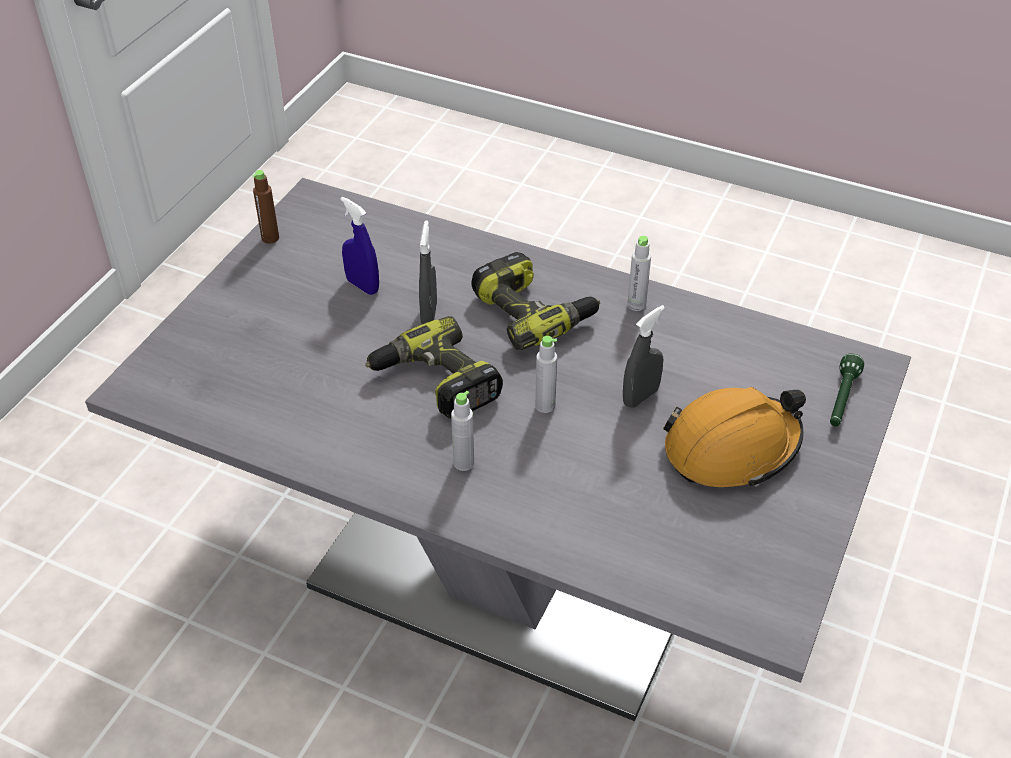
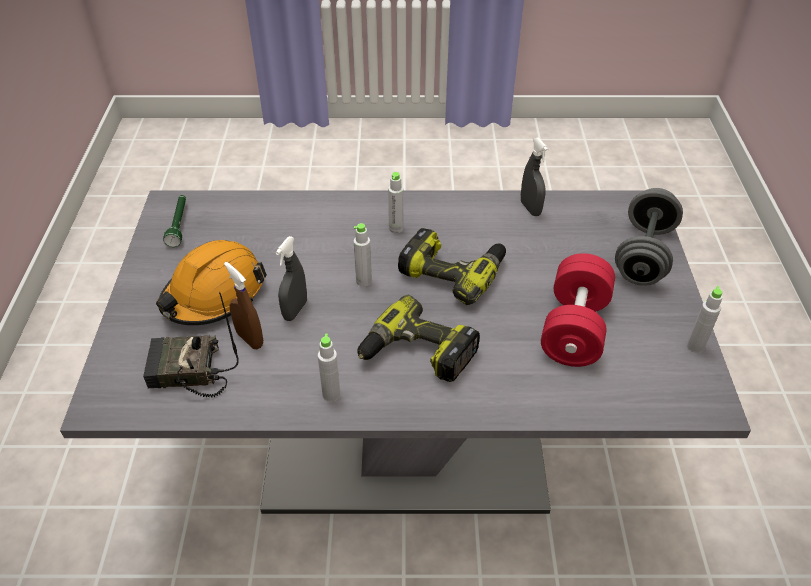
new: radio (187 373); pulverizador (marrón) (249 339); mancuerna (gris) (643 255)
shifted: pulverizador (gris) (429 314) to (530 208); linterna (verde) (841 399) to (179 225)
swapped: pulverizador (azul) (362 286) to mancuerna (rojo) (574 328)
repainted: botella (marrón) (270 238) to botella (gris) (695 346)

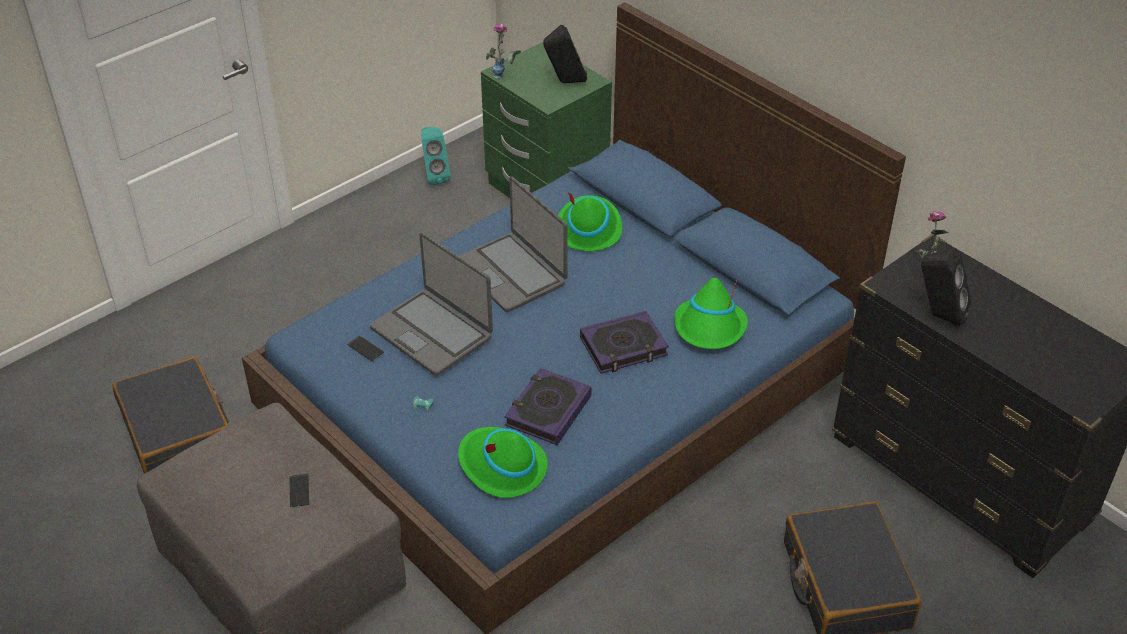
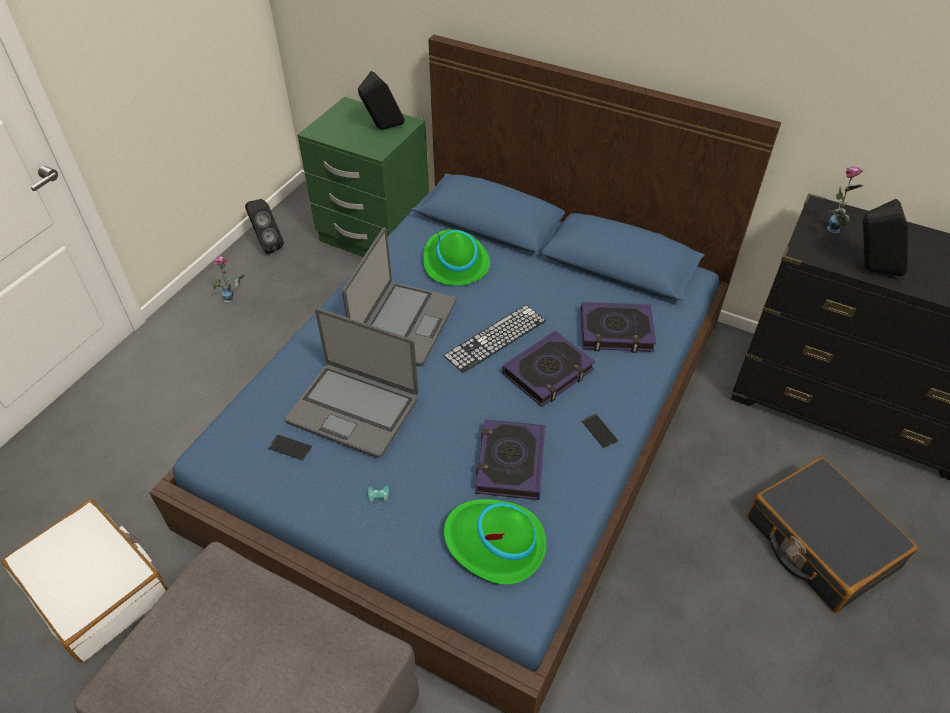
new: teclado (495 338)
shifted: móvil (299 490) to (599 431); florero (504 78) to (235 300)
swapped: sombrero (verde) (710 328) to libro (616 332)
repainted: maleta (negro) (178 432) to maleta (blanco) (96 587); altavoz (turquesa) (434 176) to altavoz (negro) (266 246)
rotated: portátil (511 273) = (403 324) 105 degrees counterclockwise

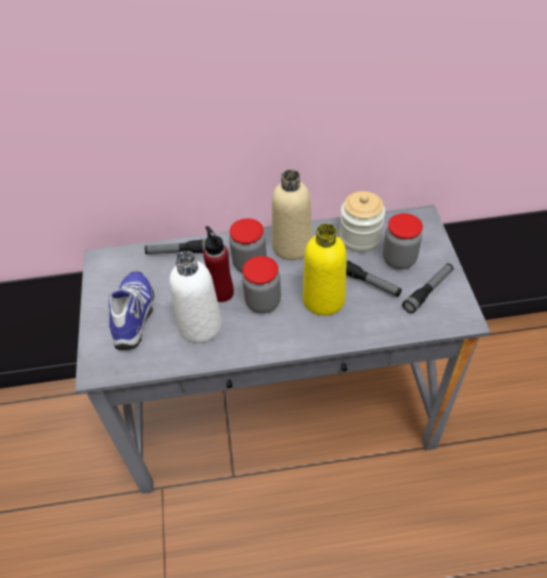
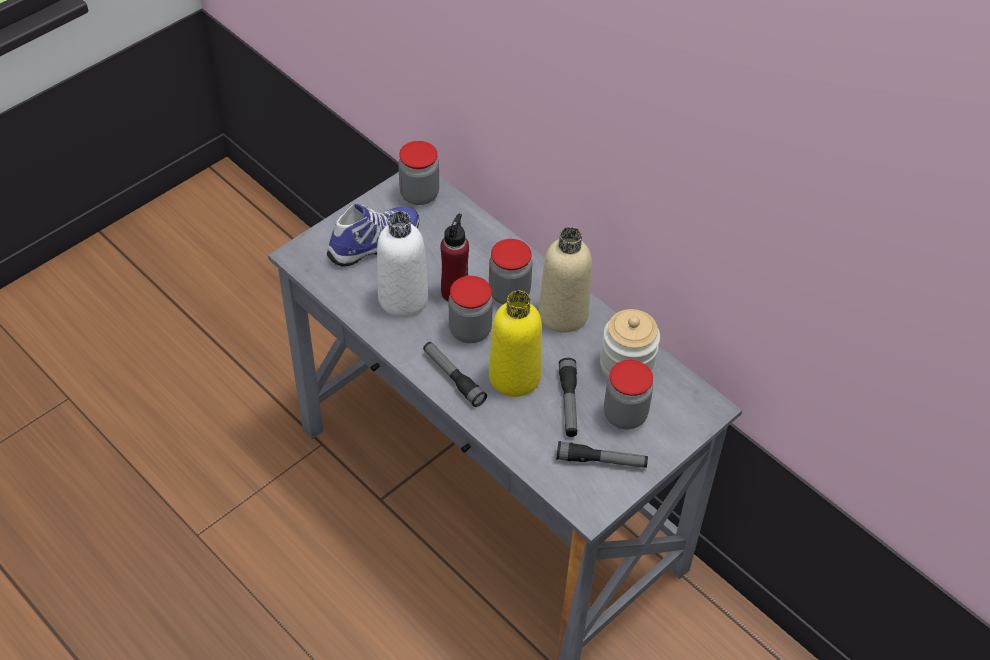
new: tarro (419 194)
shifted: linterna (179 252) to (453 378)

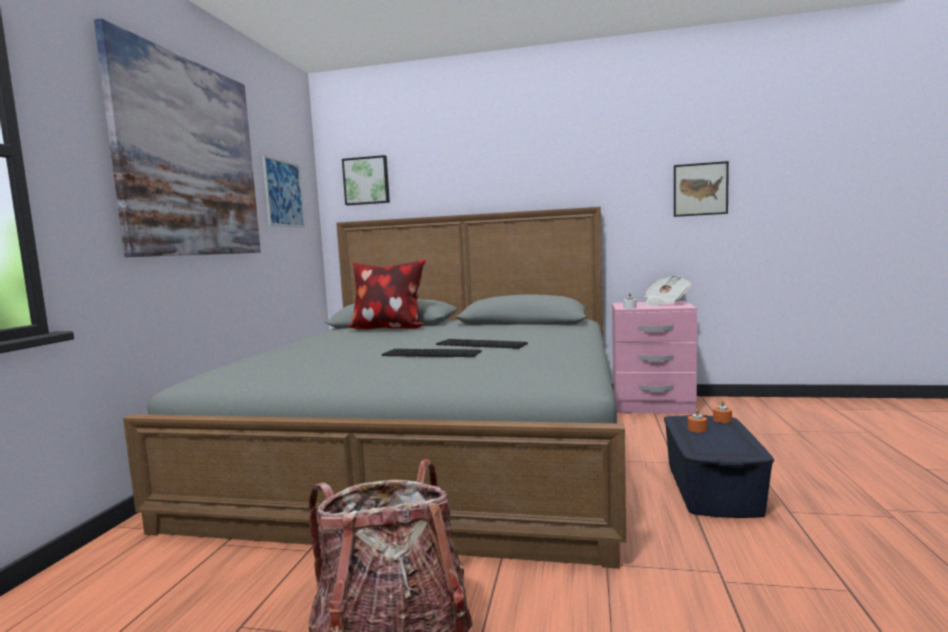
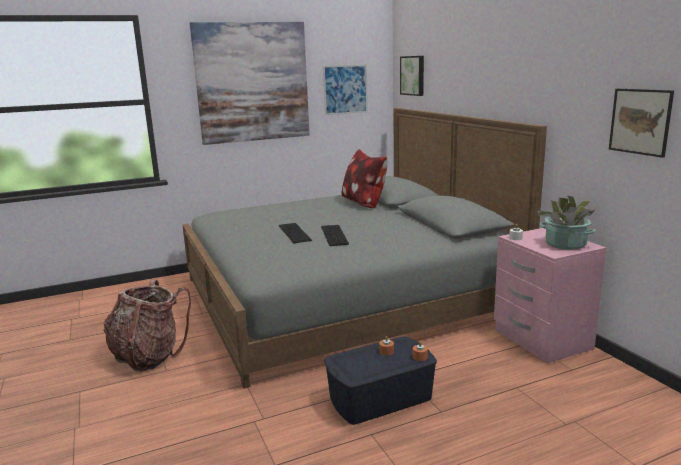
swapped: periódico (665 303) to planta en maceta (565 244)

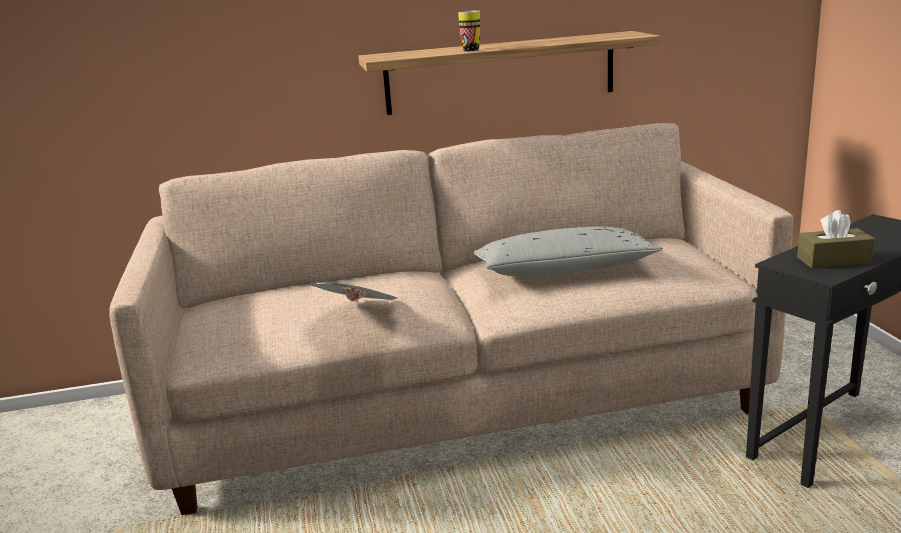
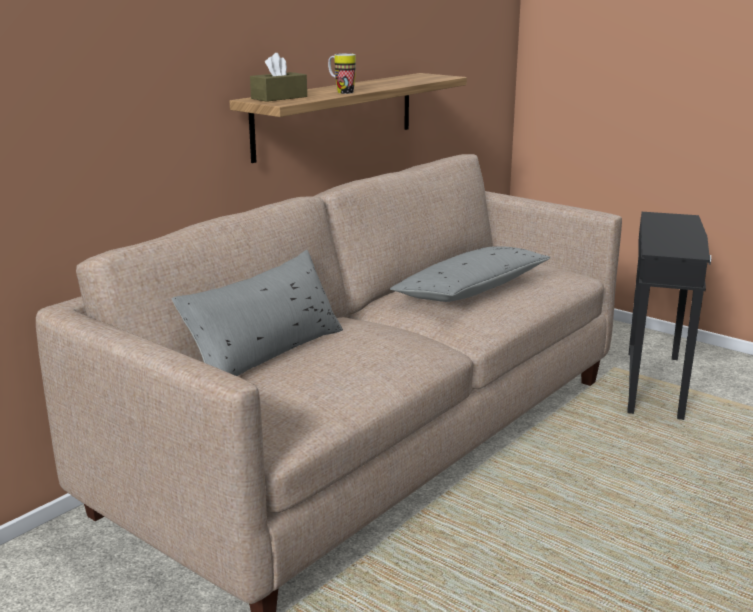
gone: periódico (359 316)
new: cojín (gris) (266 354)
shifted: caja de pañuelos (marrón) (833 260) to (279 97)

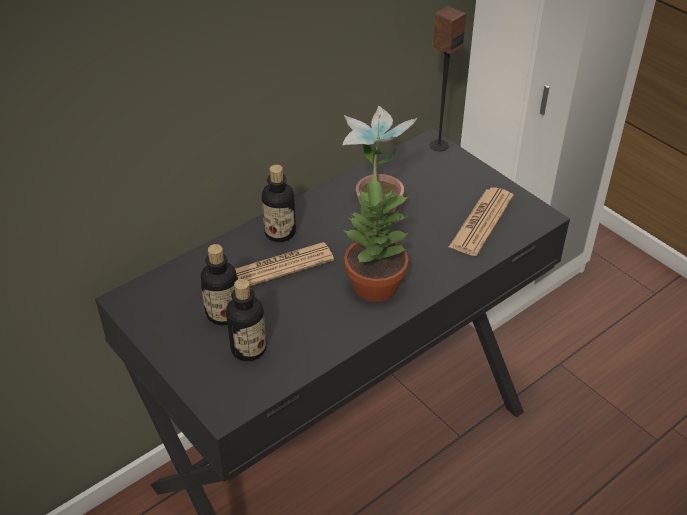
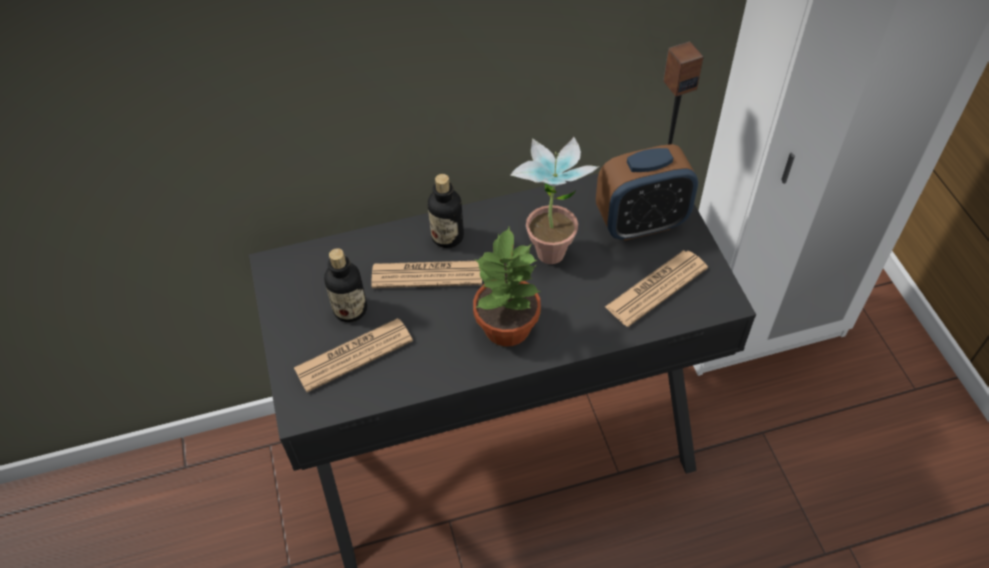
new: despertador (641 223)
swapped: botella (248 349) to periódico (353 355)

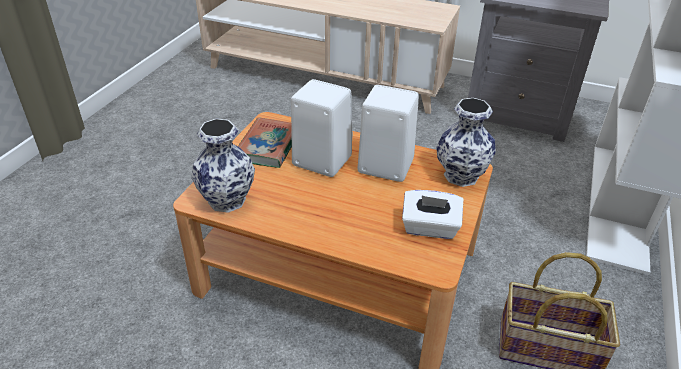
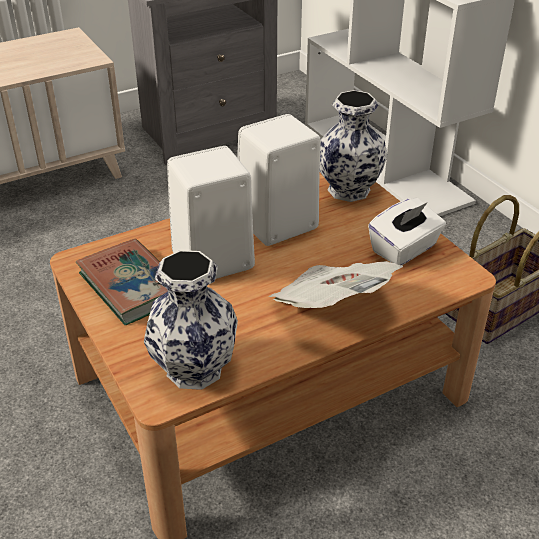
new: periódico (332 307)

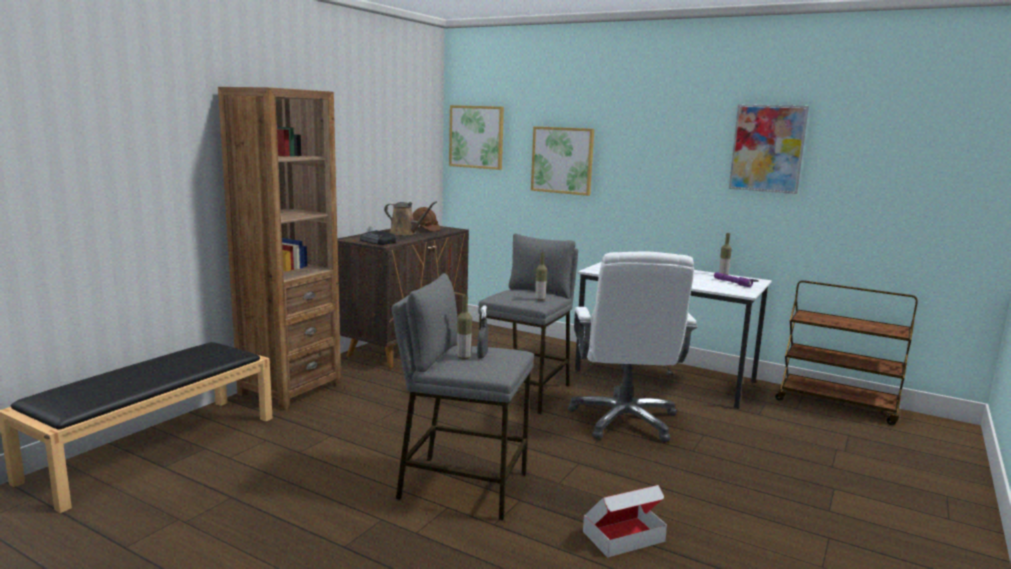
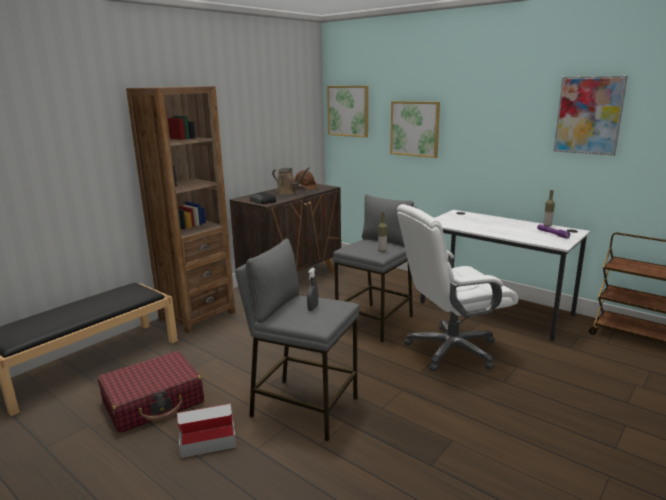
gone: botella (464 358)
new: maleta (rojo) (153 402)
shifted: caja de cartón (623 536) to (208 440)
rotated: silla de oficina (blanco) (624 420) = (451 350) 60 degrees clockwise

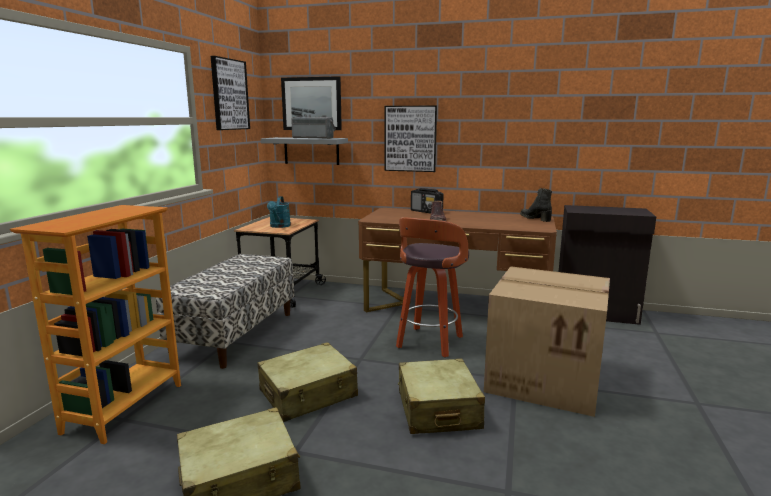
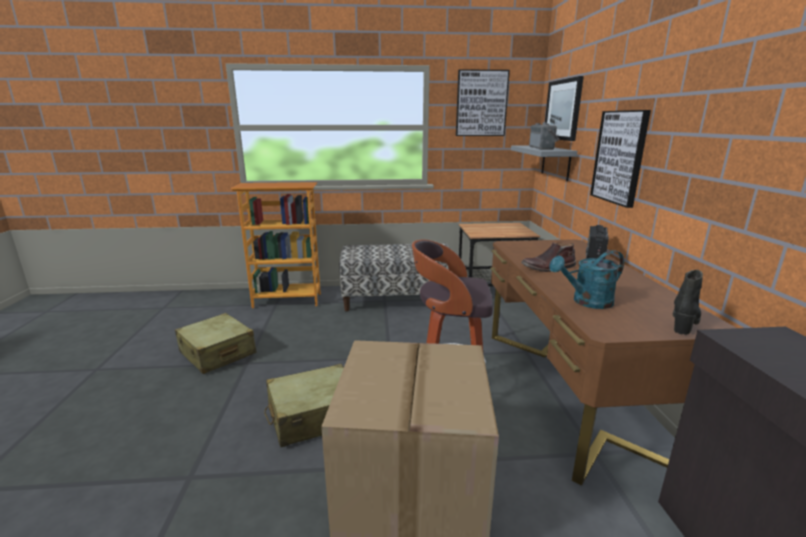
gone: maleta (beis) (308 394)
shifted: regadera (turquesa) (279 226) to (586 302)

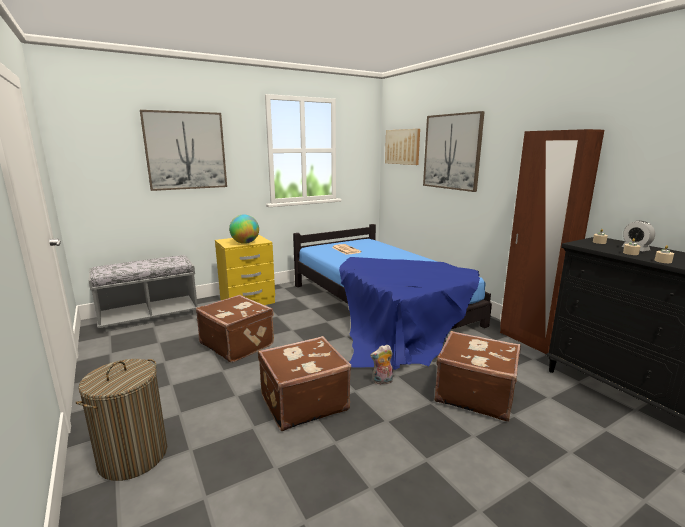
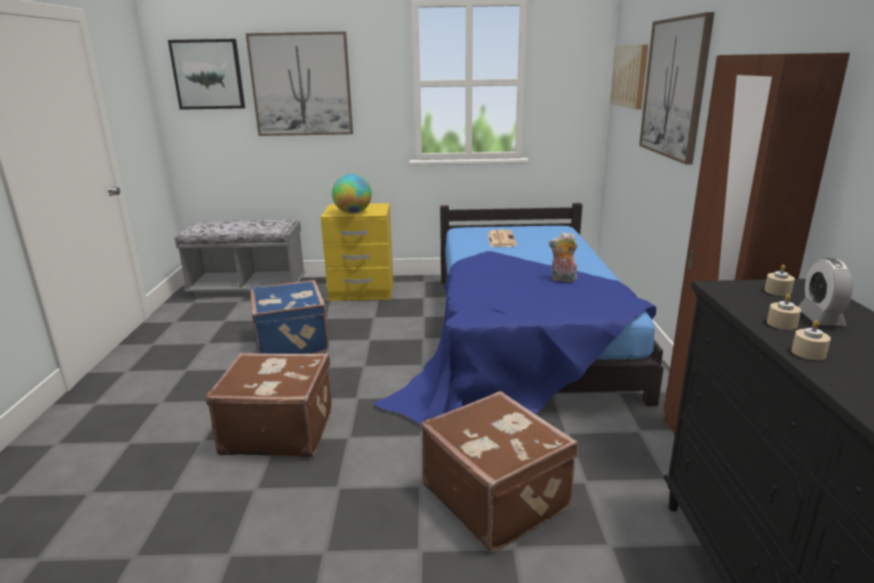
gone: cesto de la ropa (133 456)
new: cuadro (208 74)
shifted: peluche (382 381) to (562 279)
repainted: maleta (marrón) (238 344) to maleta (azul) (293 342)

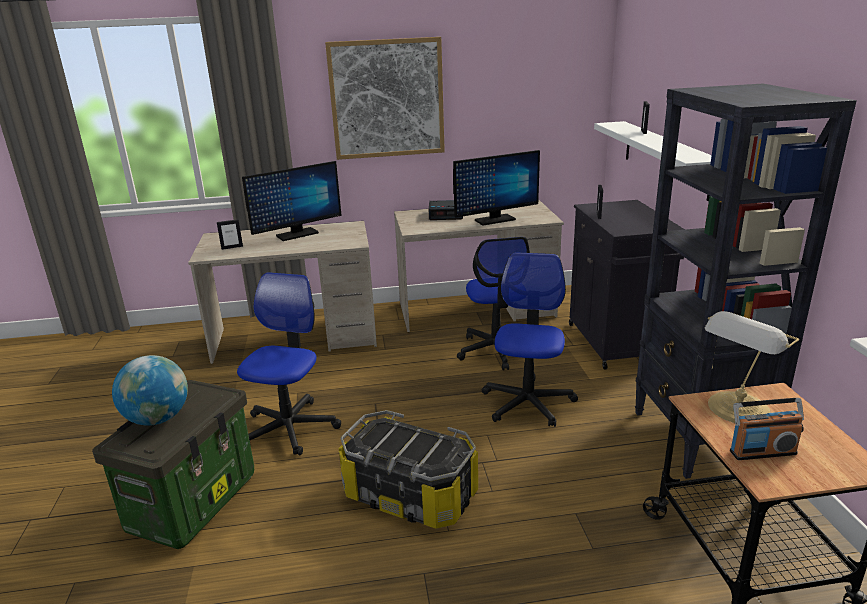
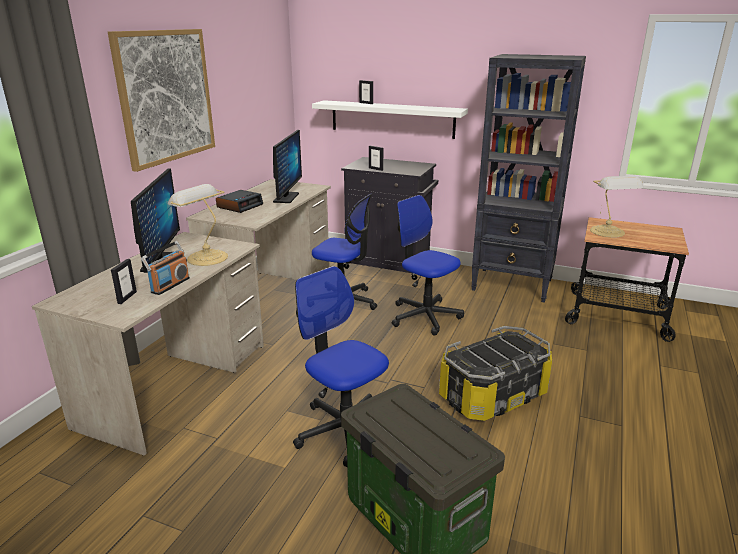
gone: globo terráqueo (158 418)
new: lámpara de mesa (205 257)
shifted: radio (762 452) to (170 285)

